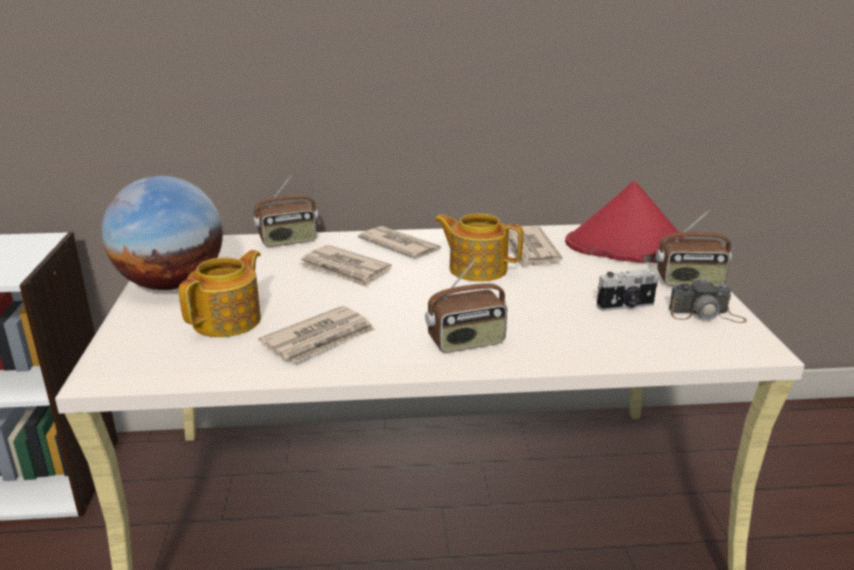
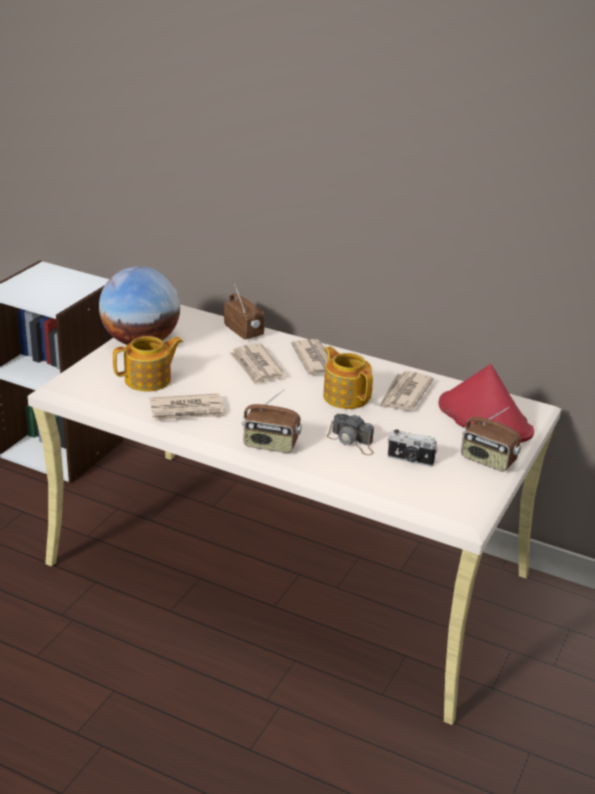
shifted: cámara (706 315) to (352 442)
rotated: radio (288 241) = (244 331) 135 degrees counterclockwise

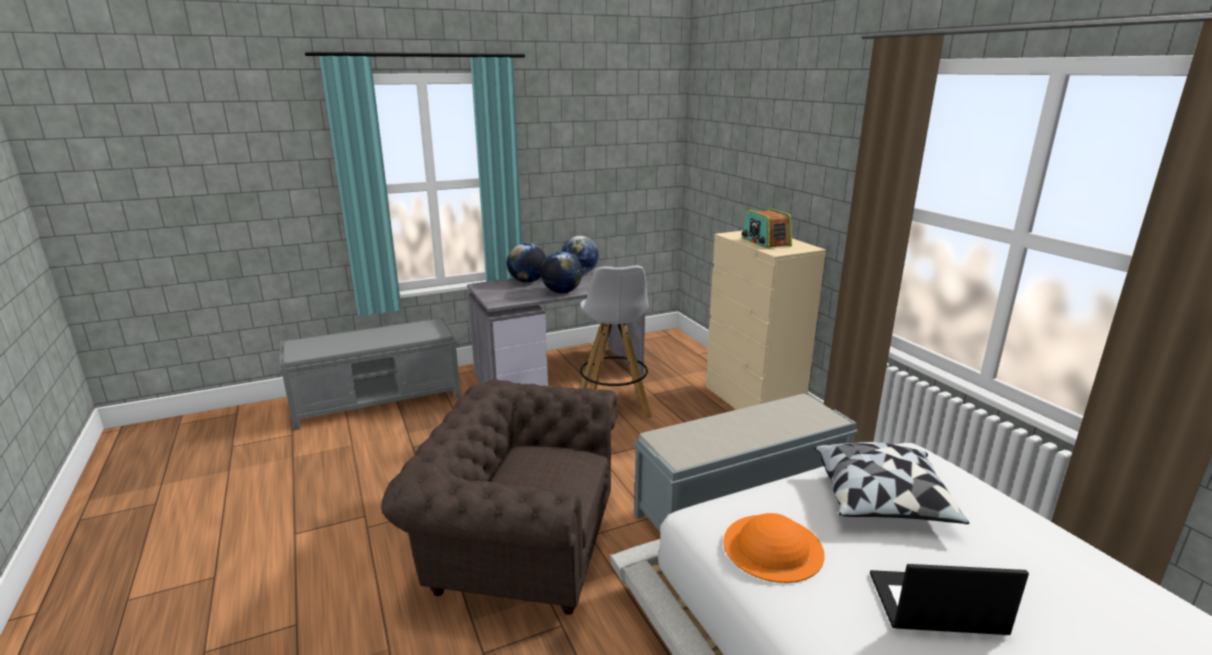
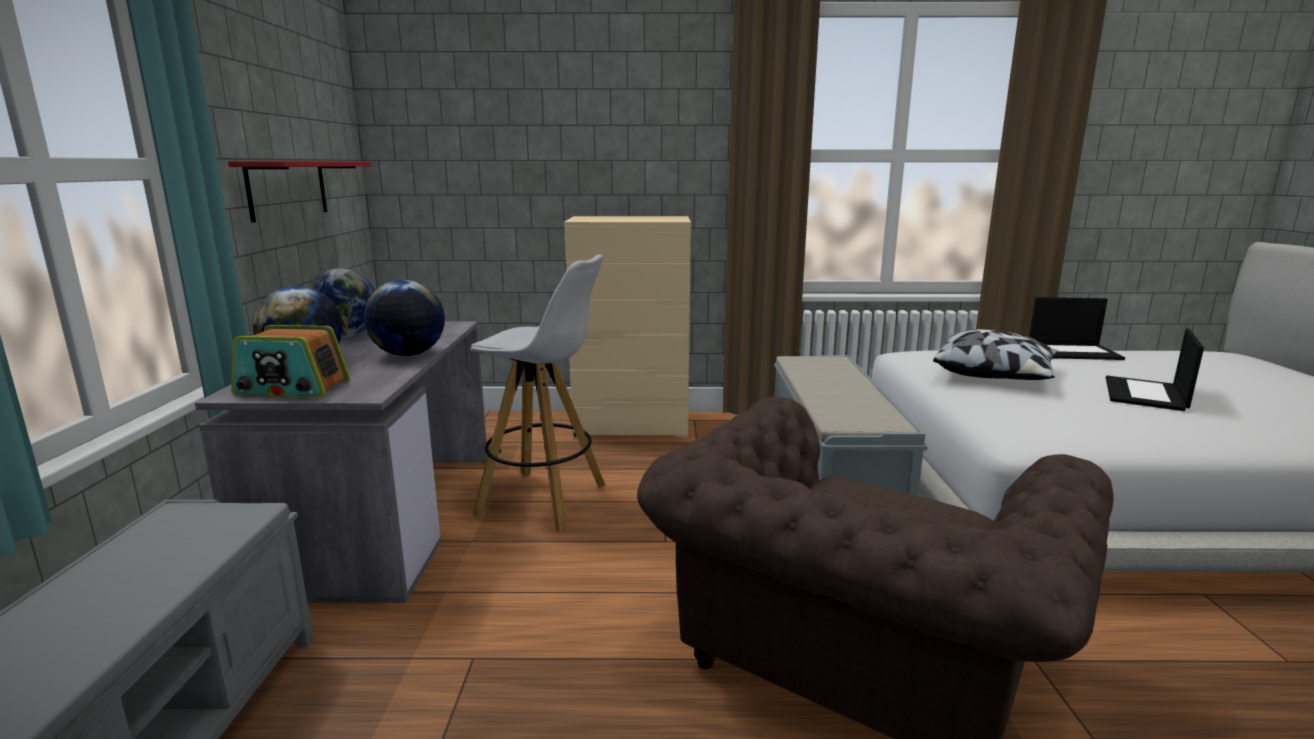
gone: sombrero (naranja) (772 547)
new: estante (rojo) (288 189); portátil (1074 352)
shifted: radio (765 242) to (292 388)

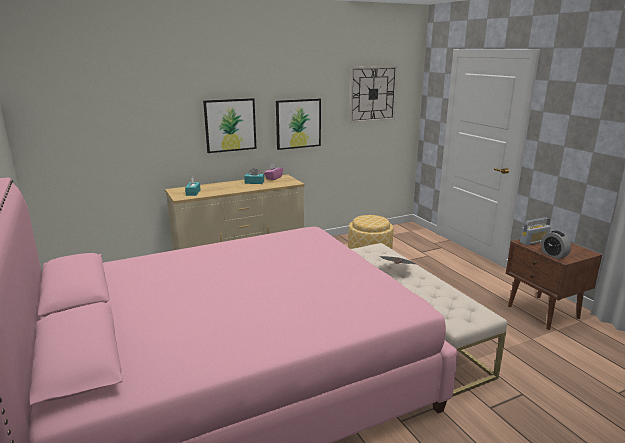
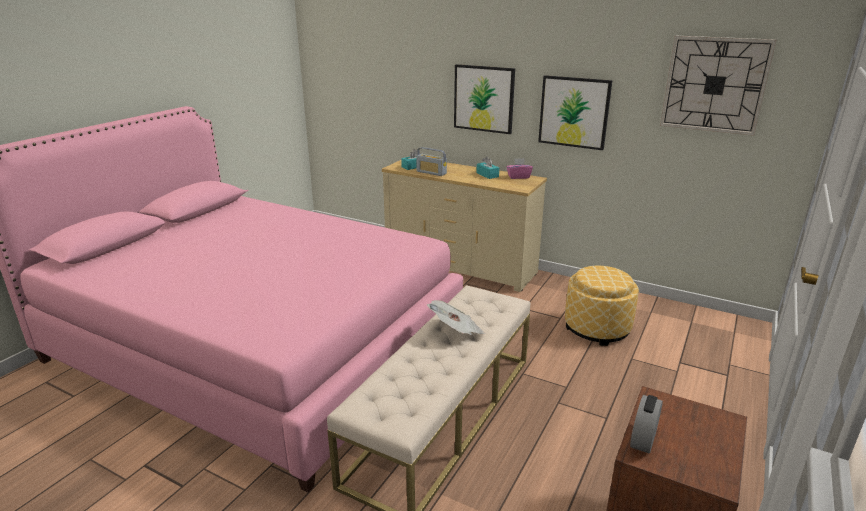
shifted: radio (534 241) to (431 172)

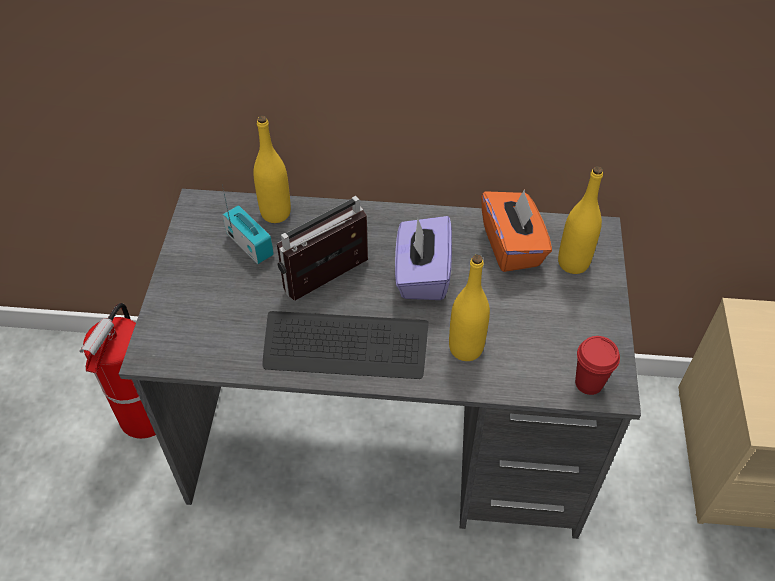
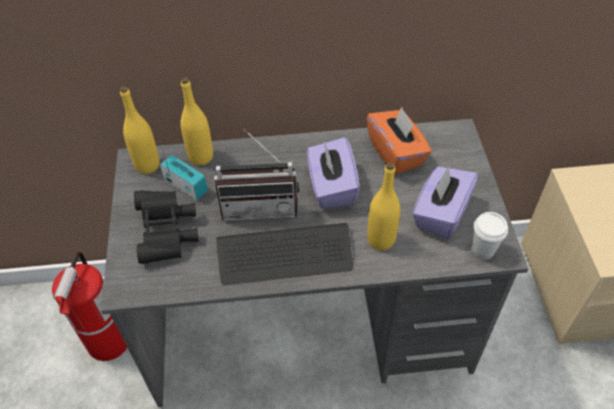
new: prismáticos (negro) (167 234); caja de pañuelos (morado) (440 214)
shifted: botella (amarillo) (573 263) to (147 165)
repainted: taza (rojo) (589 383) to taza (blanco) (483 250)
rotated: radio (331 283) = (260 206) 135 degrees counterclockwise

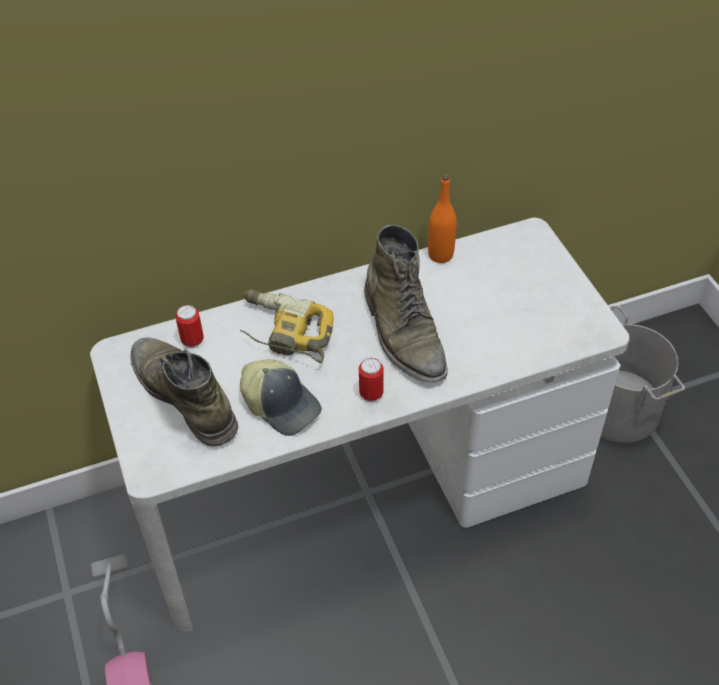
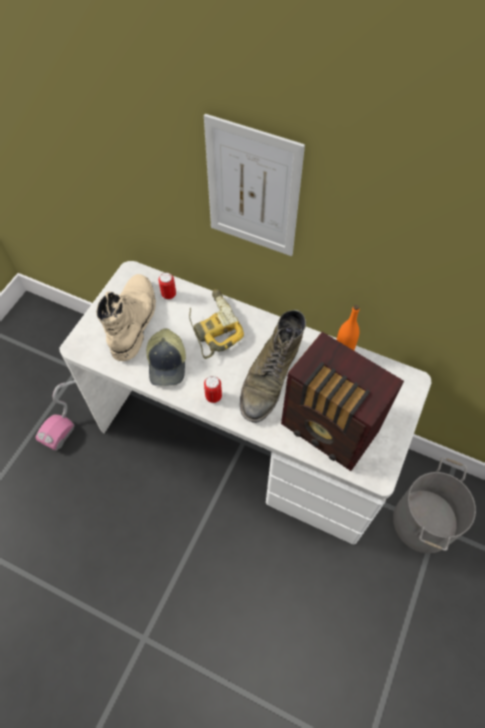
new: cuadro (252 190); radio (330 430)
repainted: bota (verde) (184 395) to bota (beis) (133 320)

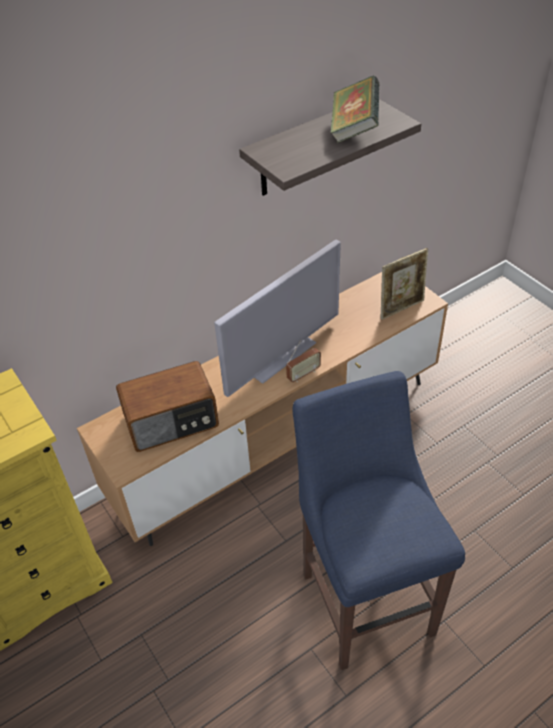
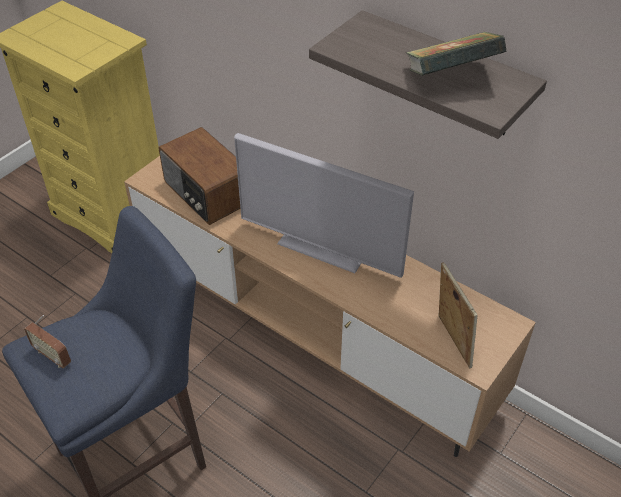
shifted: radio (303 374) to (52 356)
rotated: portarretratos (401 308) = (451 341) 150 degrees counterclockwise

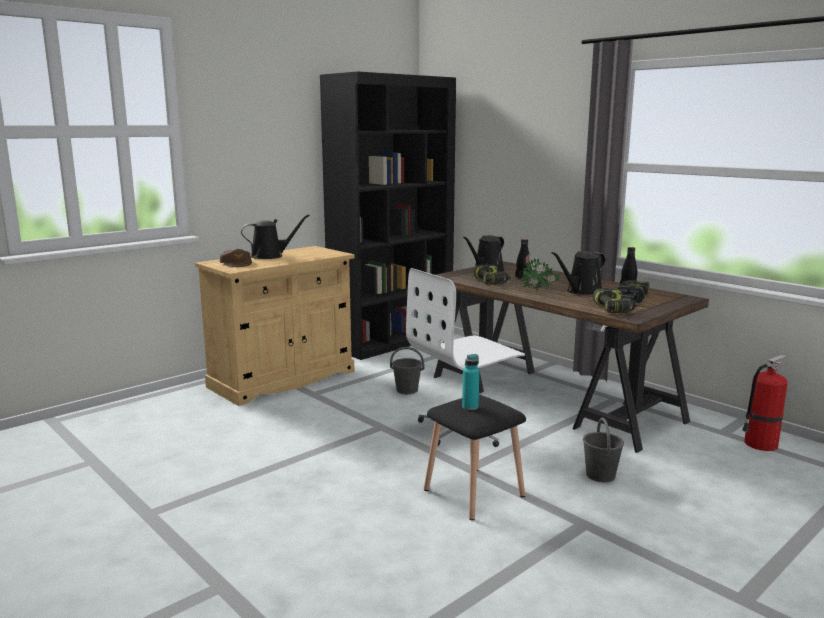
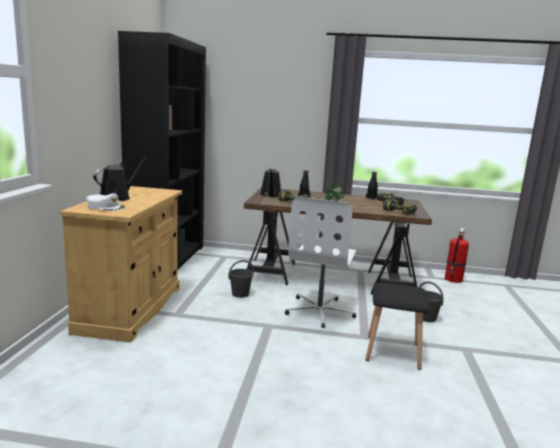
gone: botella (turquesa) (470 407); regadera (negro) (582 291)
repainted: gorra (marrón) (236 263) to gorra (blanco) (106 207)

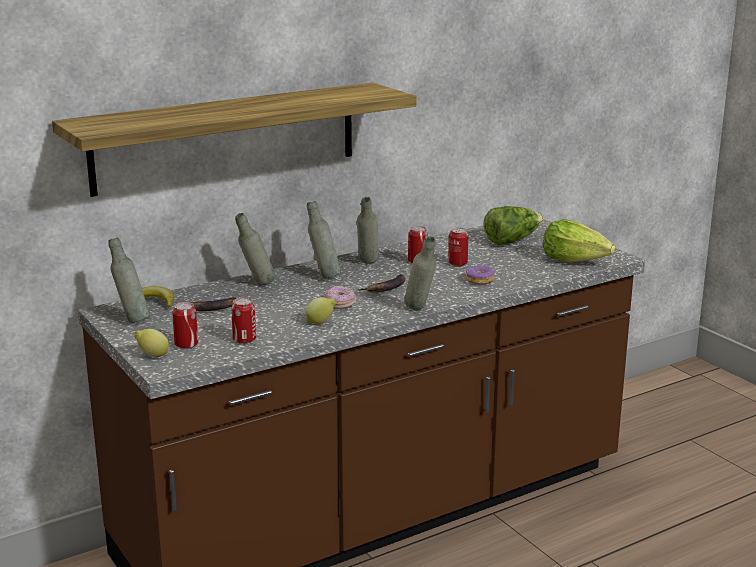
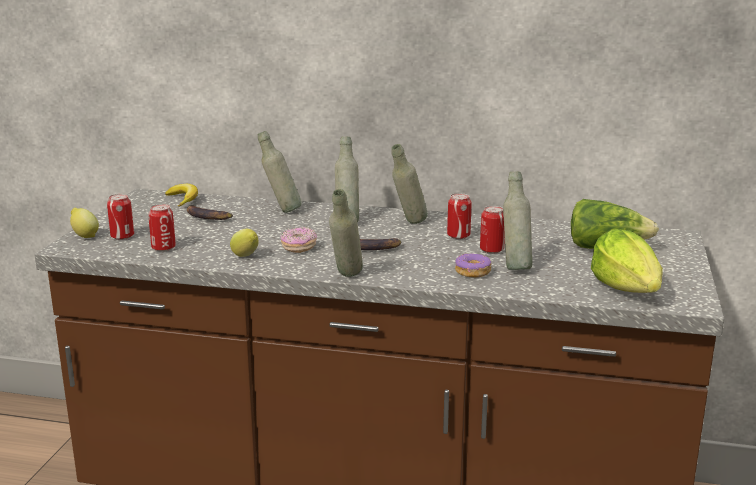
gone: estante (226 137)
shifted: botella (gris) (131 320) to (515 267)

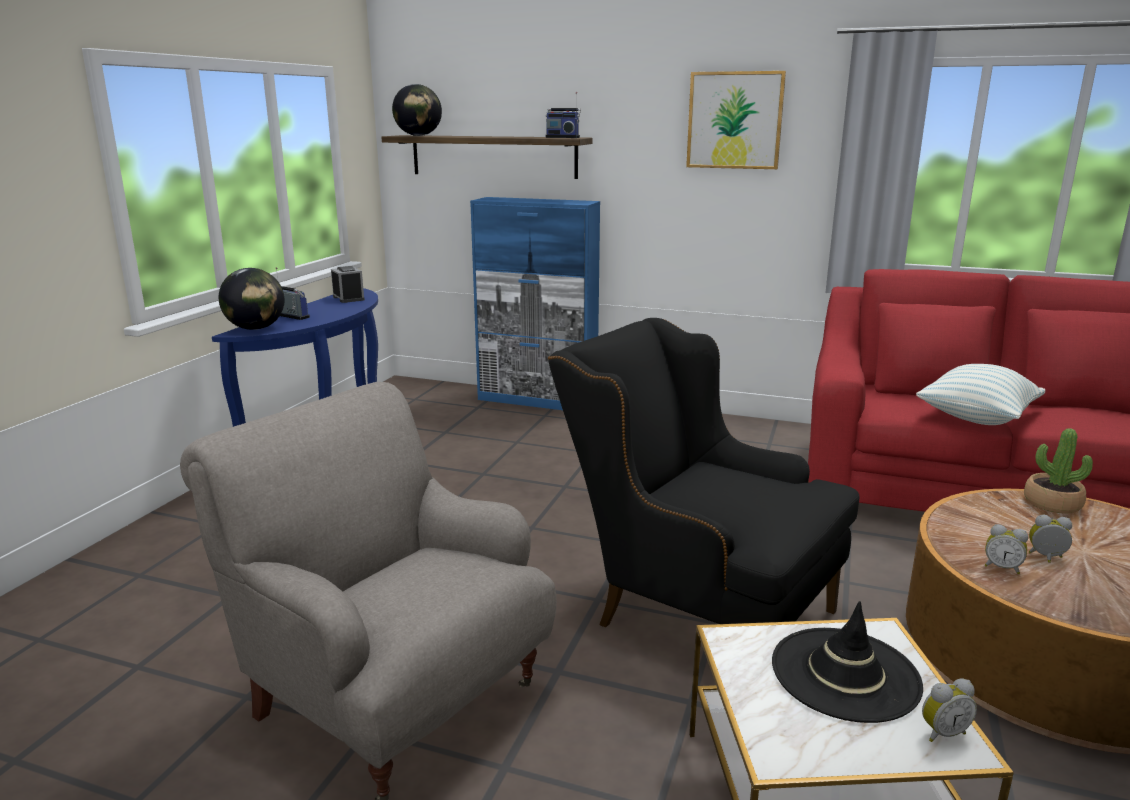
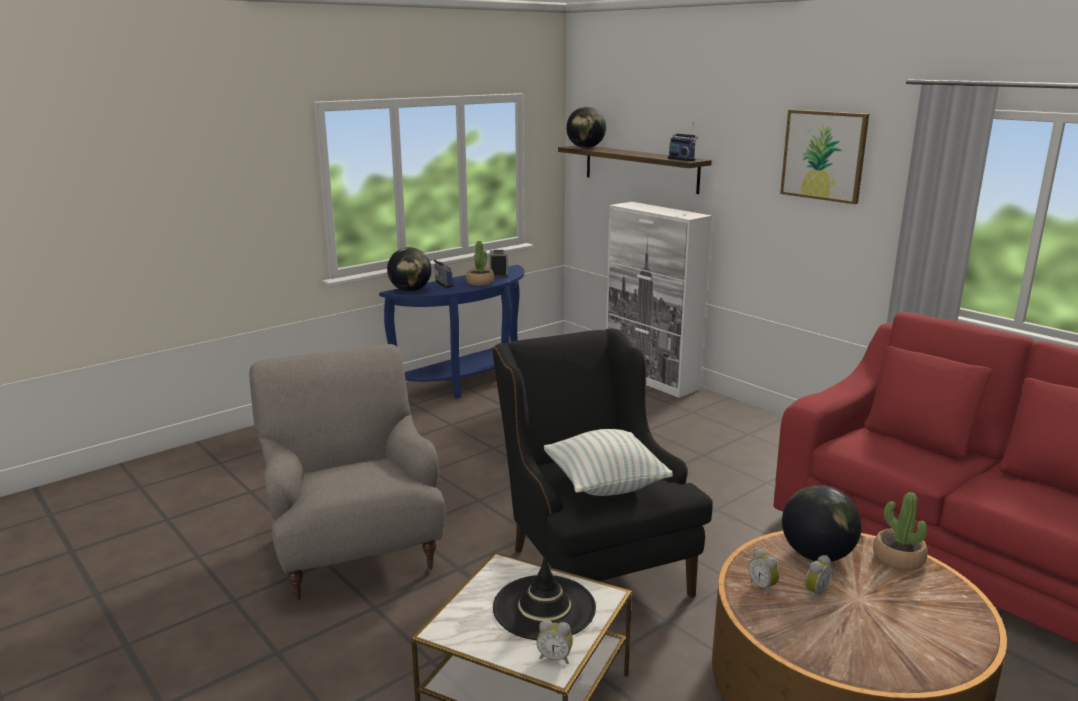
new: planta en maceta (480 282); globo terráqueo (817 555)
shifted: cojín (976 418) to (605 485)
repainted: armario (azul) (538 400) to armario (blanco) (651 379)
rotated: despertador (1046 558) = (814 592) 90 degrees clockwise

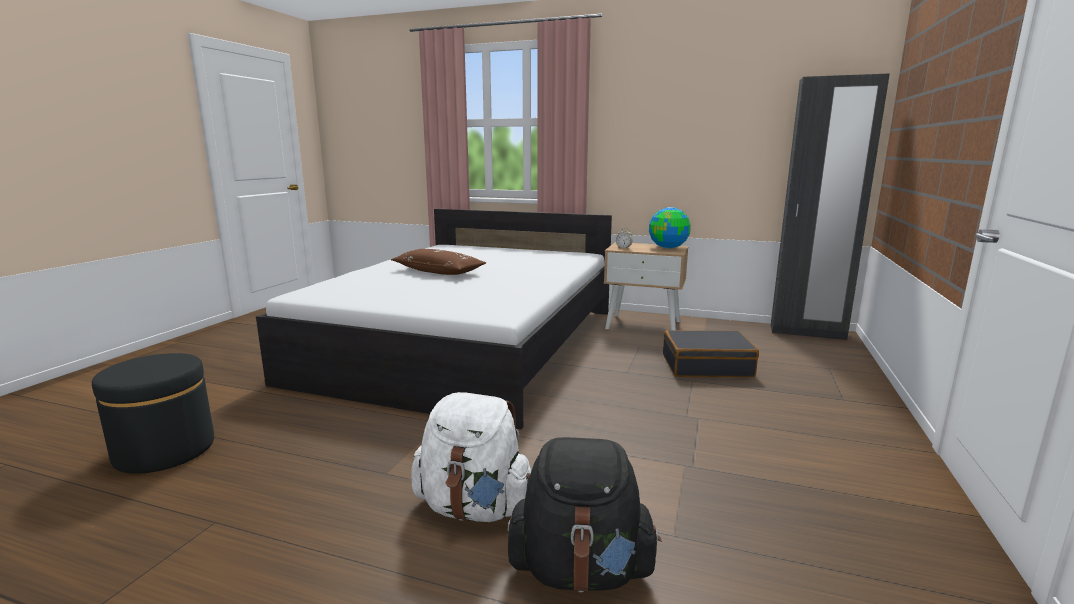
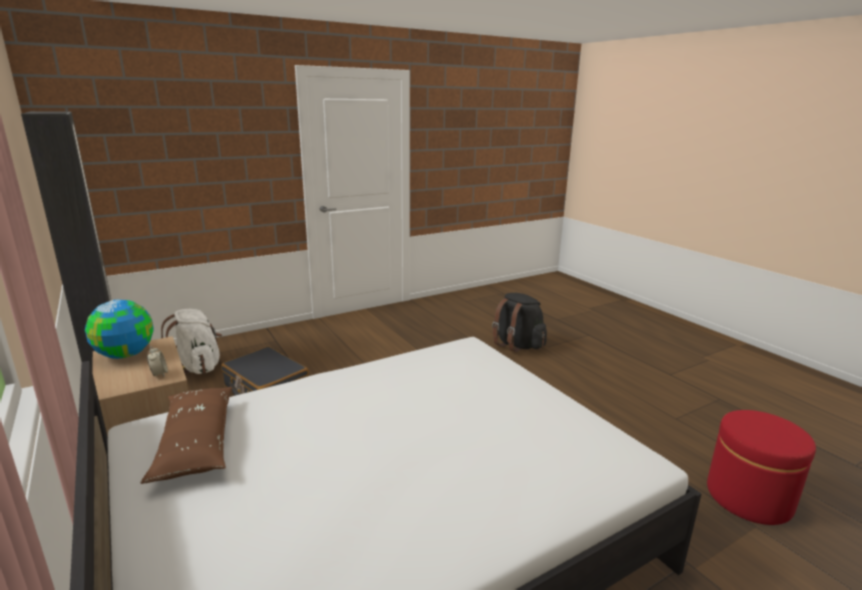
shifted: cojín (marrón) (438 271) to (195 443); mochila (blanco) (475 508) to (198 367)
repainted: puf (negro) (165 450) to puf (rojo) (748 497)

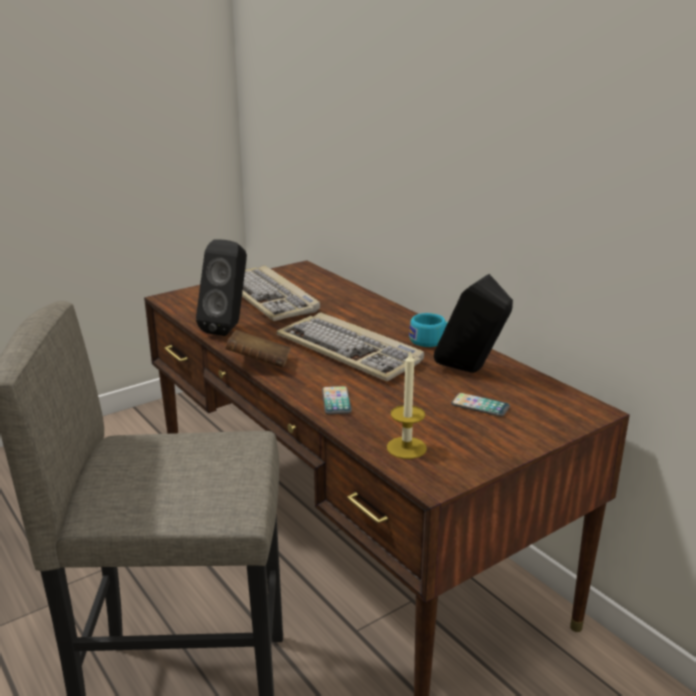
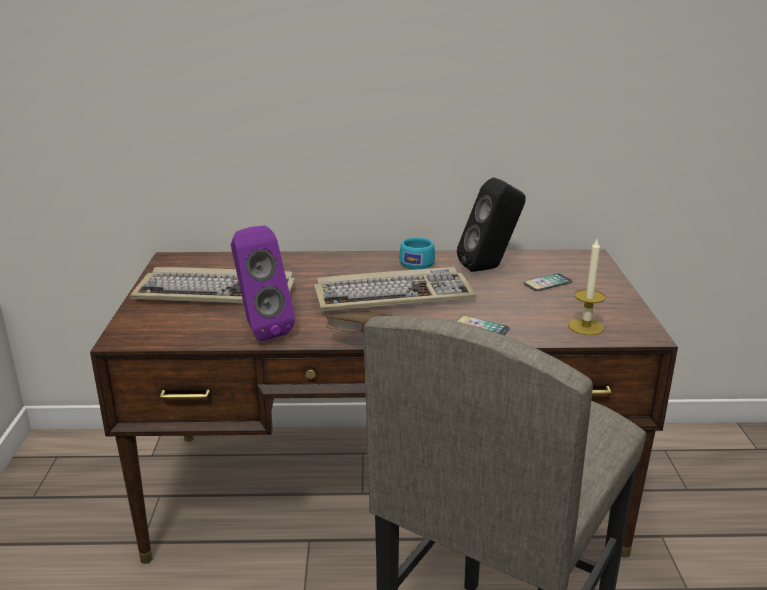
repainted: altavoz (negro) (229 328) to altavoz (morado) (260 330)

